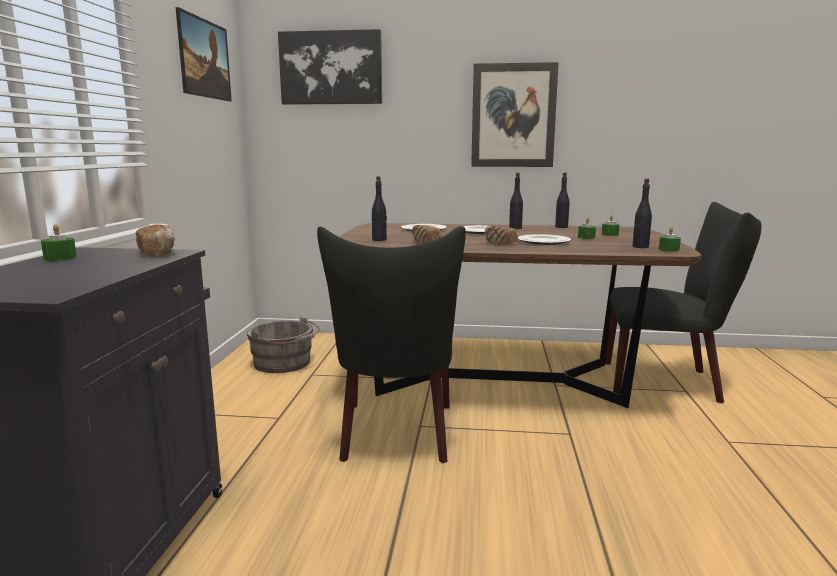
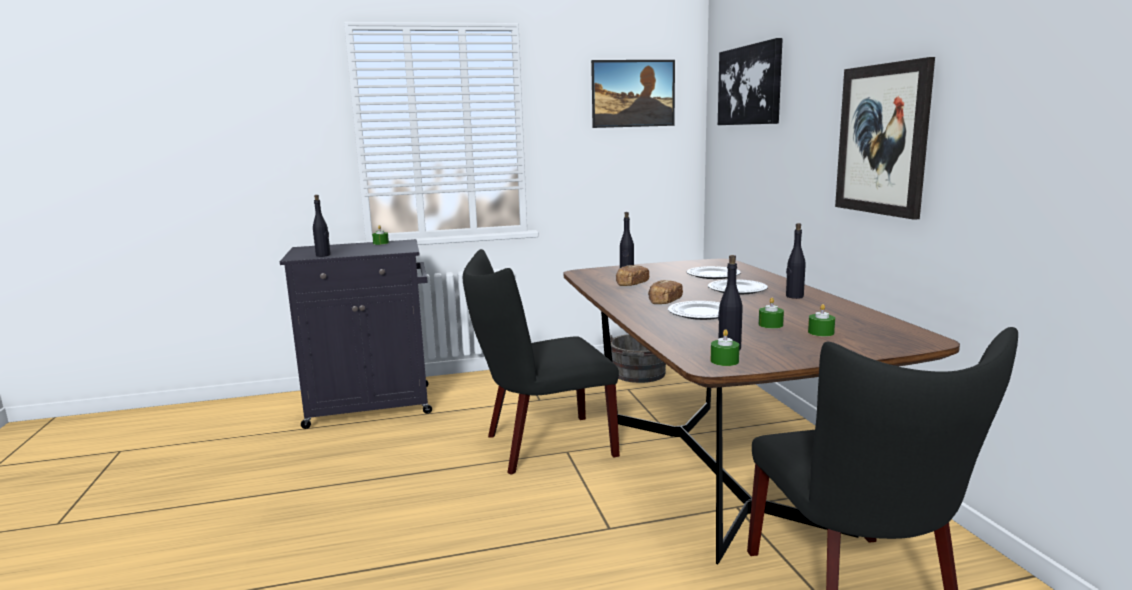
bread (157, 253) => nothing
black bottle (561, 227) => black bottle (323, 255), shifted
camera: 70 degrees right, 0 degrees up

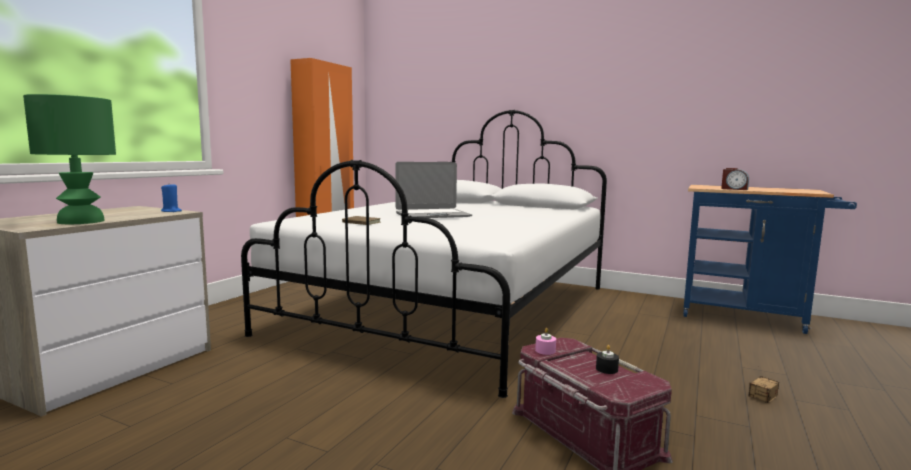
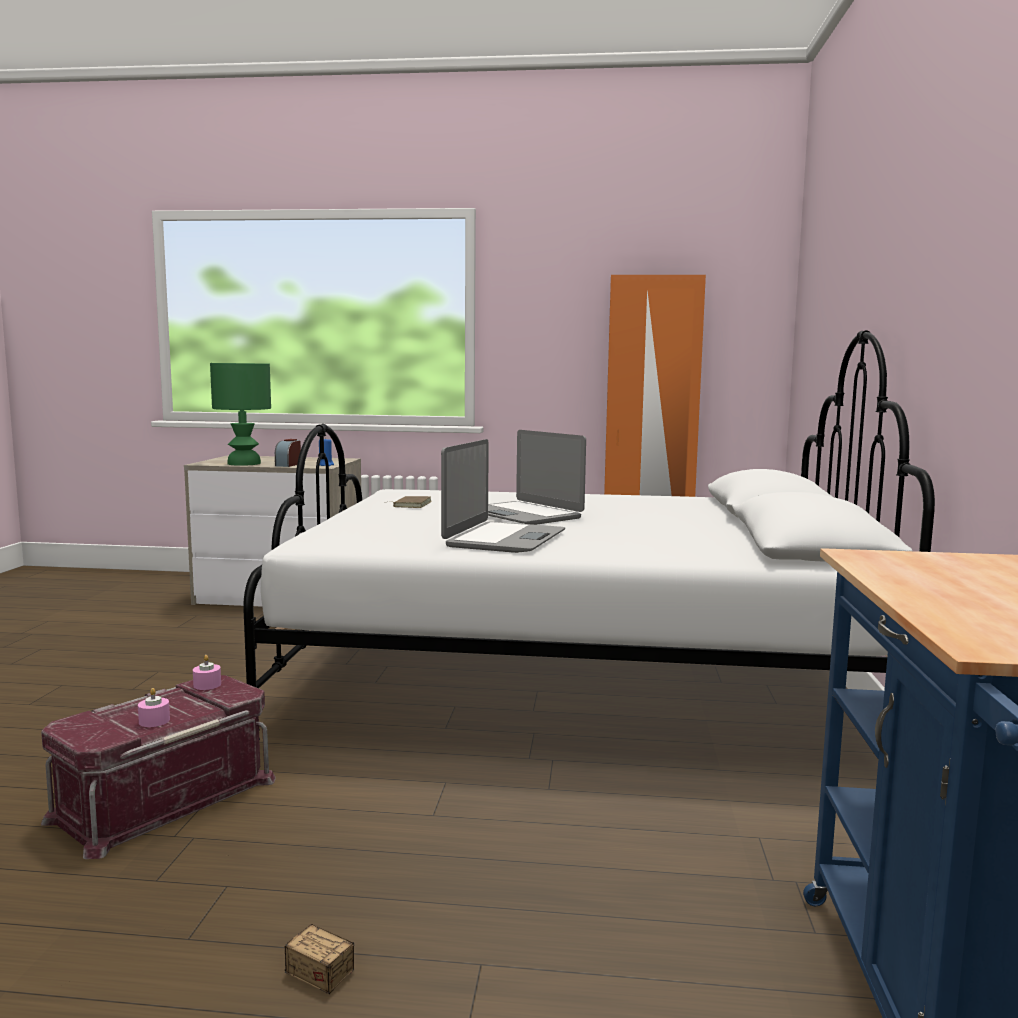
black candle (606, 369) => pink candle (154, 721)
alarm clock (734, 189) => alarm clock (288, 465), shifted
nothing => laptop (504, 539)
camera: 70 degrees right, 0 degrees up

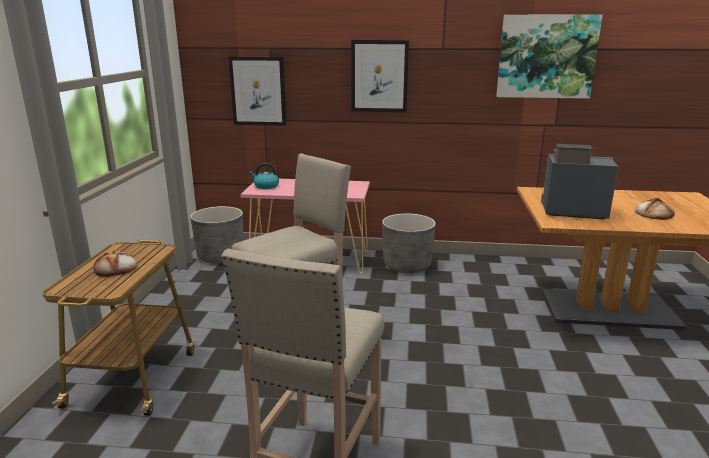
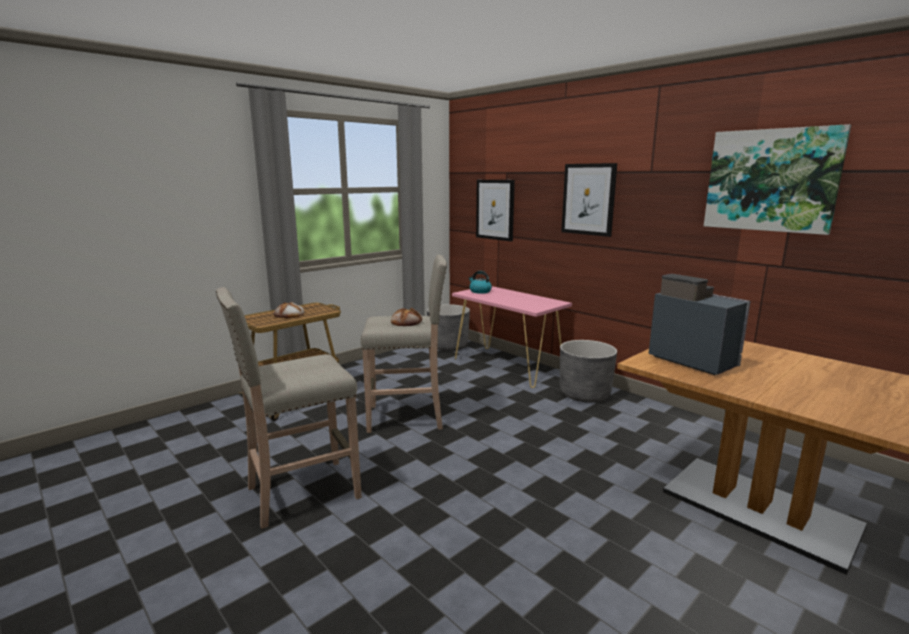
bread (653, 214) => bread (406, 321), shifted
camera: 40 degrees right, 5 degrees down

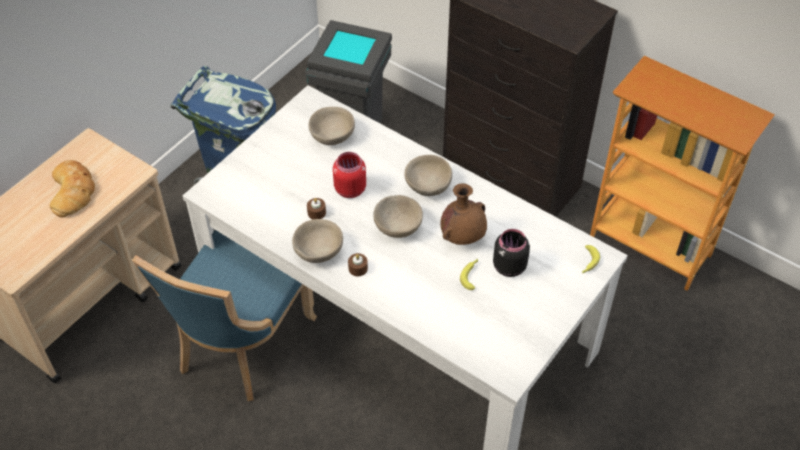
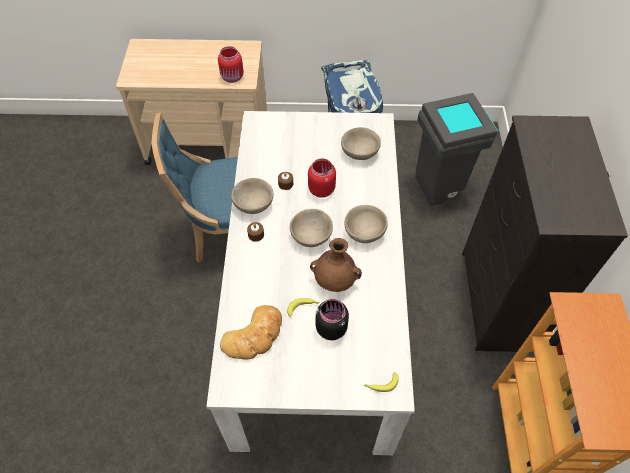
bread (73, 191) => bread (255, 336), shifted
nothing => red jar (233, 77)
camera: 55 degrees right, 5 degrees up

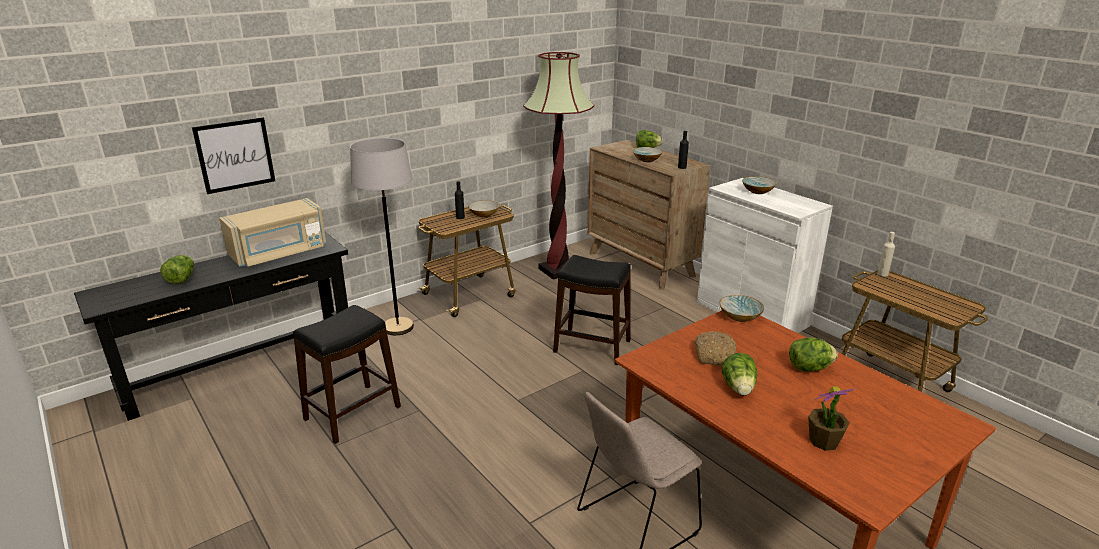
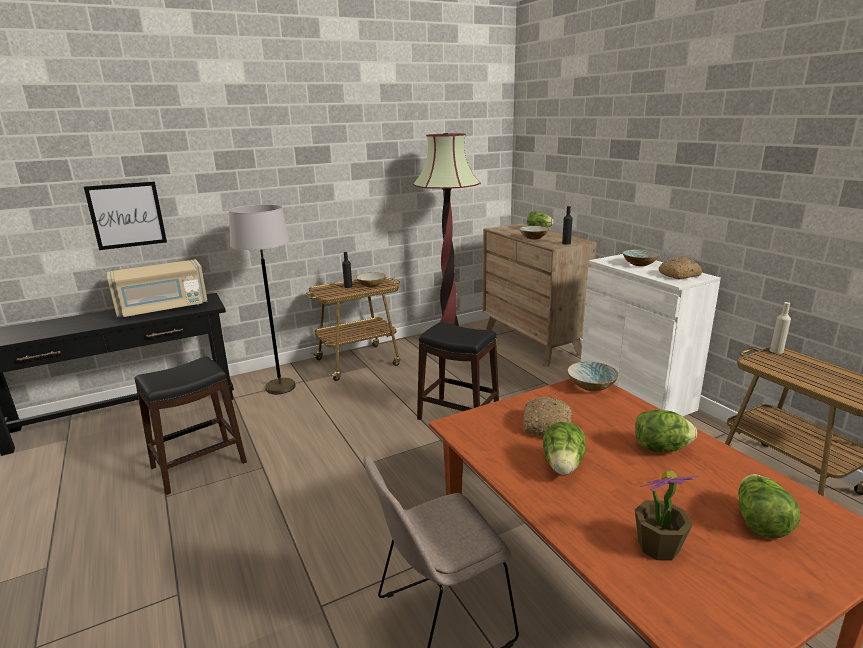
lettuce (182, 279) => lettuce (759, 522), shifted
nothing => bread (679, 275)
camera: 10 degrees right, 5 degrees down

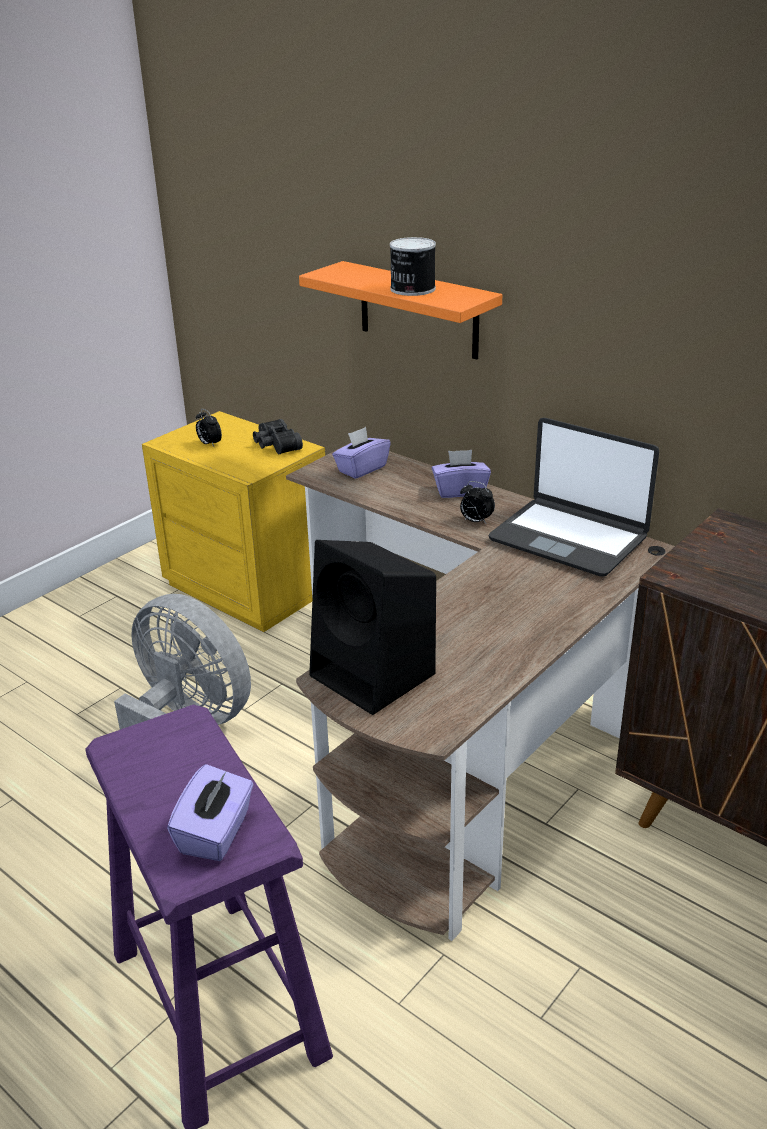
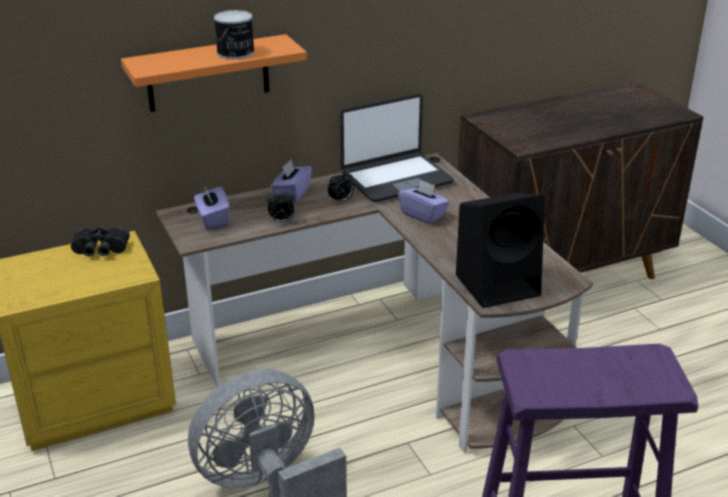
purple tissue box (216, 833) => purple tissue box (423, 215), shifted
alarm clock (209, 444) => alarm clock (282, 221), shifted
camera: 65 degrees left, 0 degrees up

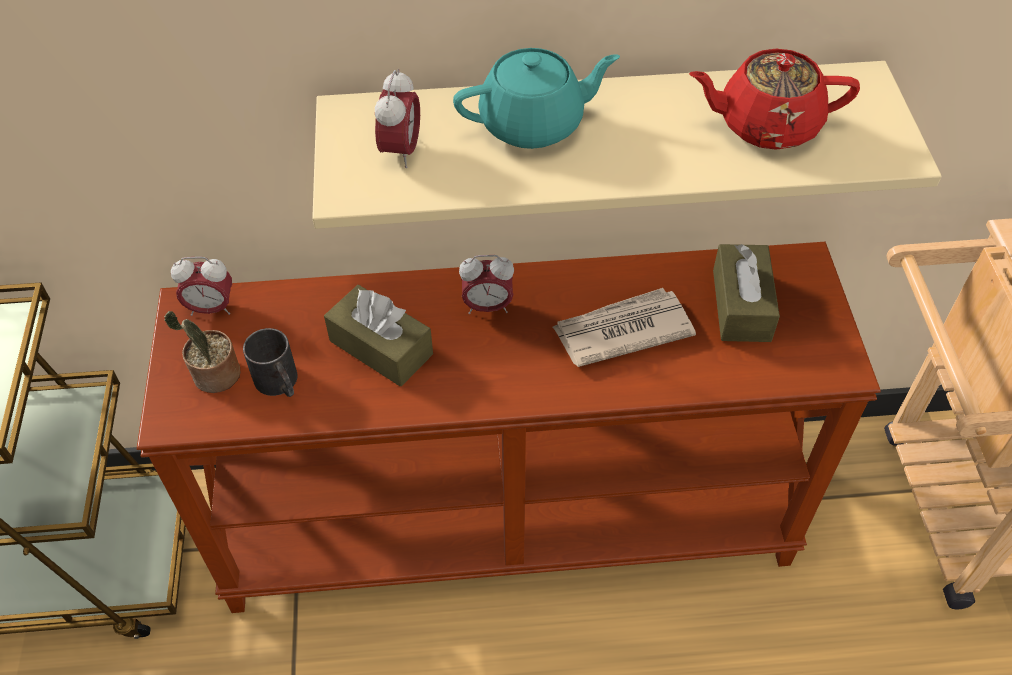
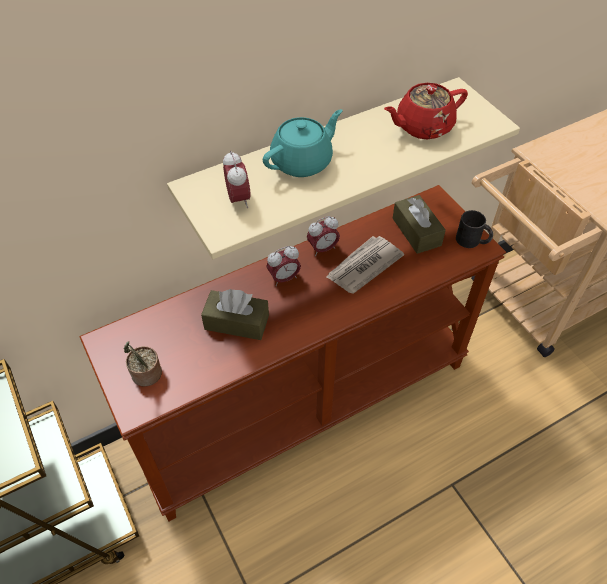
alarm clock (211, 308) => alarm clock (322, 249), shifted
black mug (280, 384) => black mug (472, 241), shifted
camera: 25 degrees left, 0 degrees up

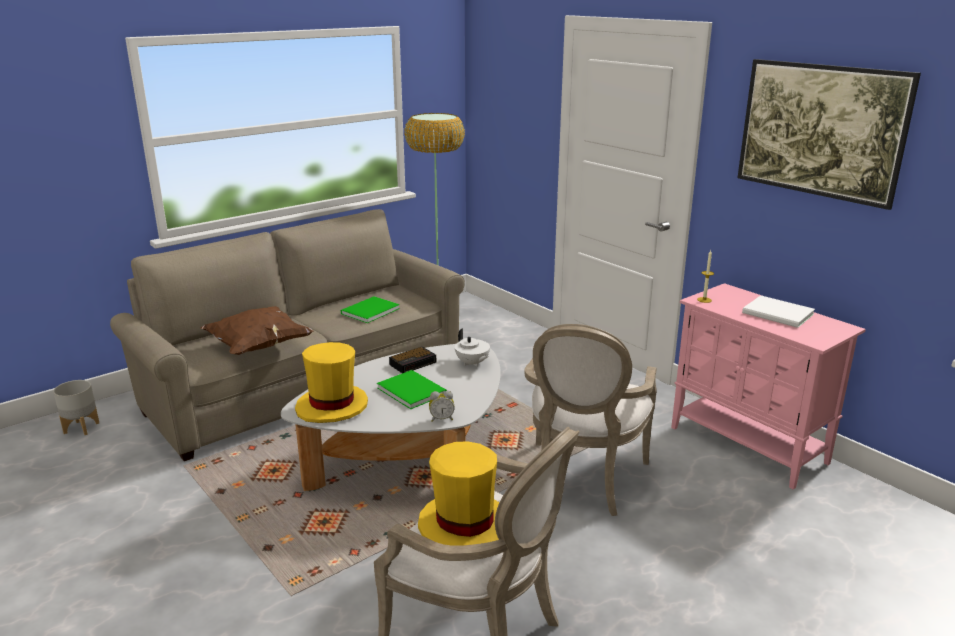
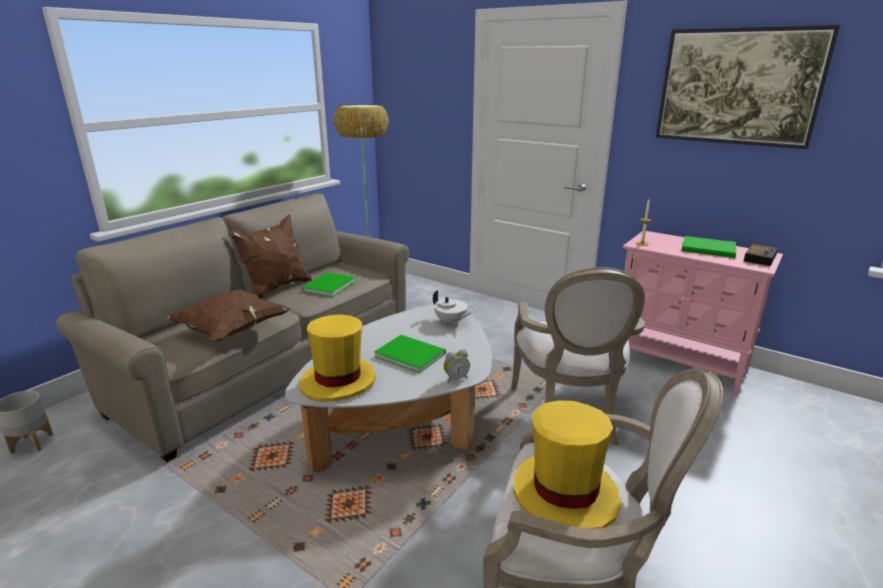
alarm clock (413, 363) => alarm clock (760, 258), shifted
white book (779, 314) => green book (710, 249)
nothing => brown pillow (276, 288)
camera: 15 degrees left, 0 degrees up

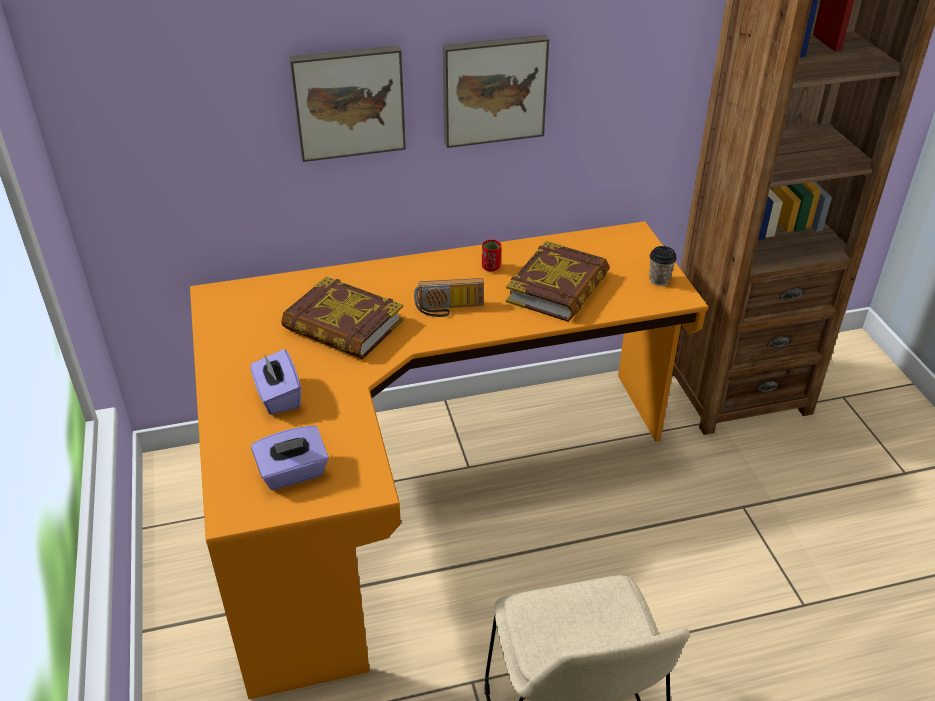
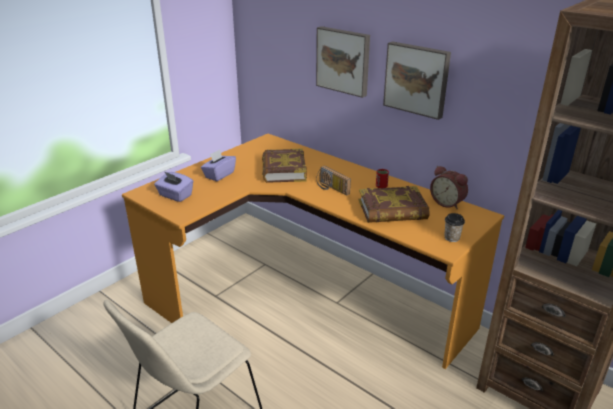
nothing => alarm clock (447, 203)
camera: 55 degrees right, 10 degrees down

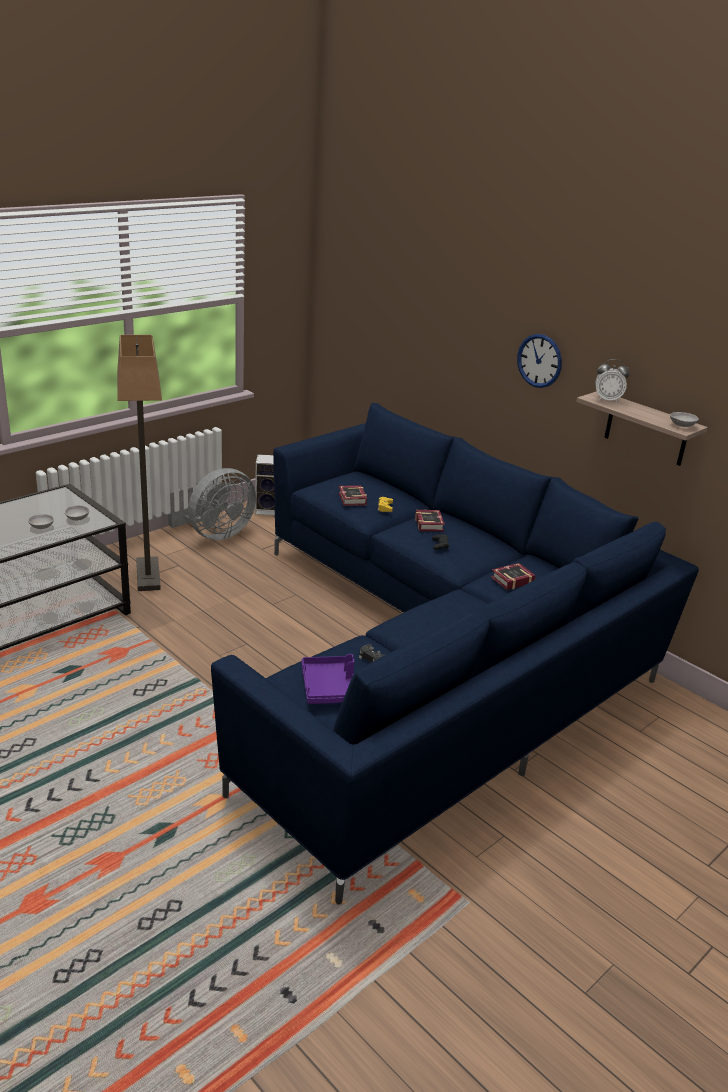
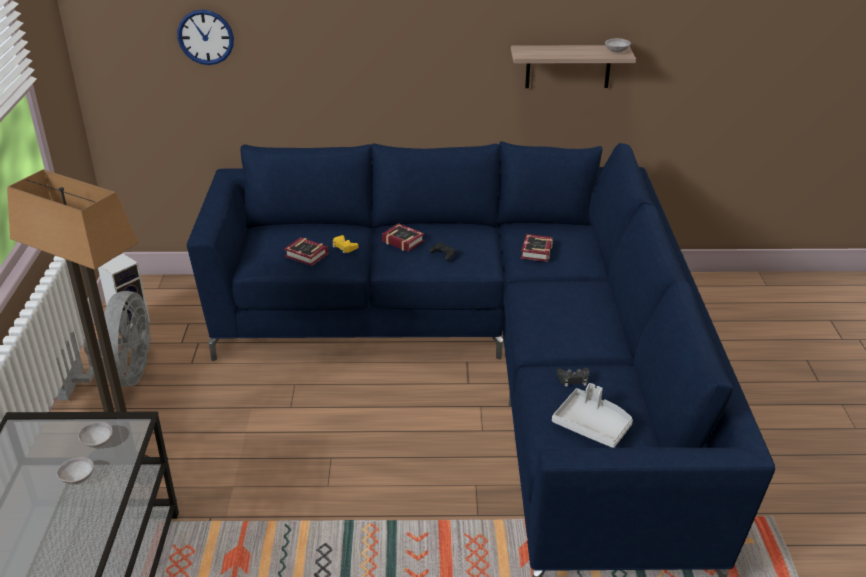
purple tray (328, 687) => grey tray (592, 425)
wall clock (539, 360) => wall clock (205, 37), shifted
alarm clock (607, 400) => nothing
camera: 45 degrees left, 5 degrees up

